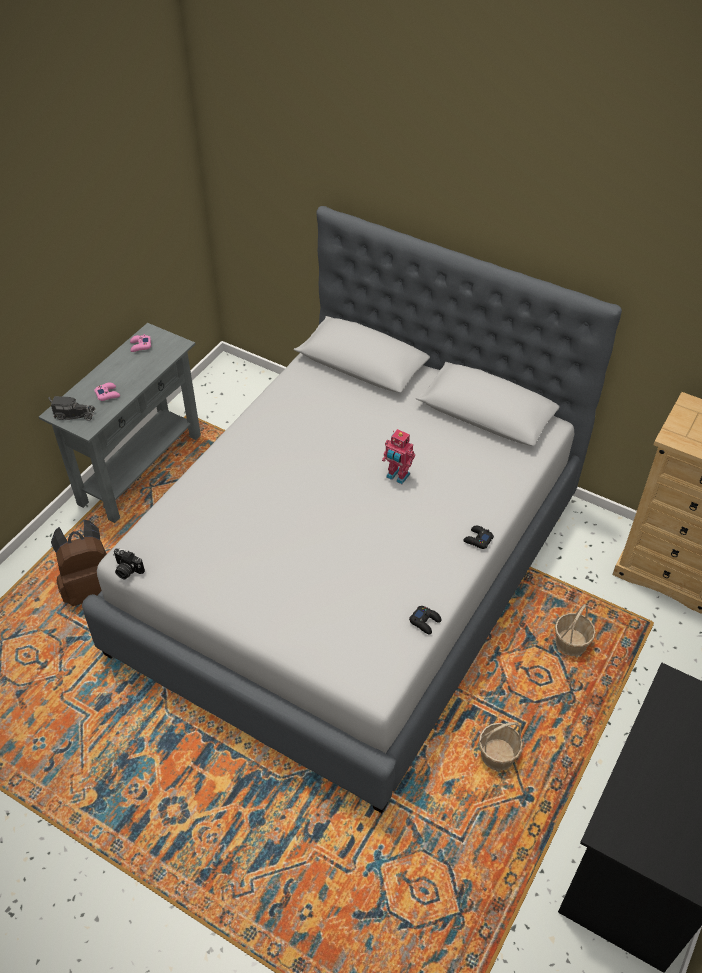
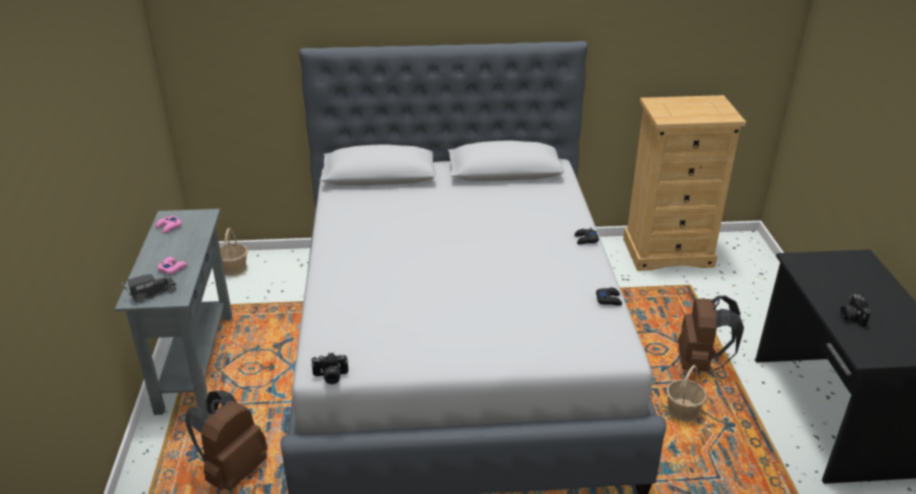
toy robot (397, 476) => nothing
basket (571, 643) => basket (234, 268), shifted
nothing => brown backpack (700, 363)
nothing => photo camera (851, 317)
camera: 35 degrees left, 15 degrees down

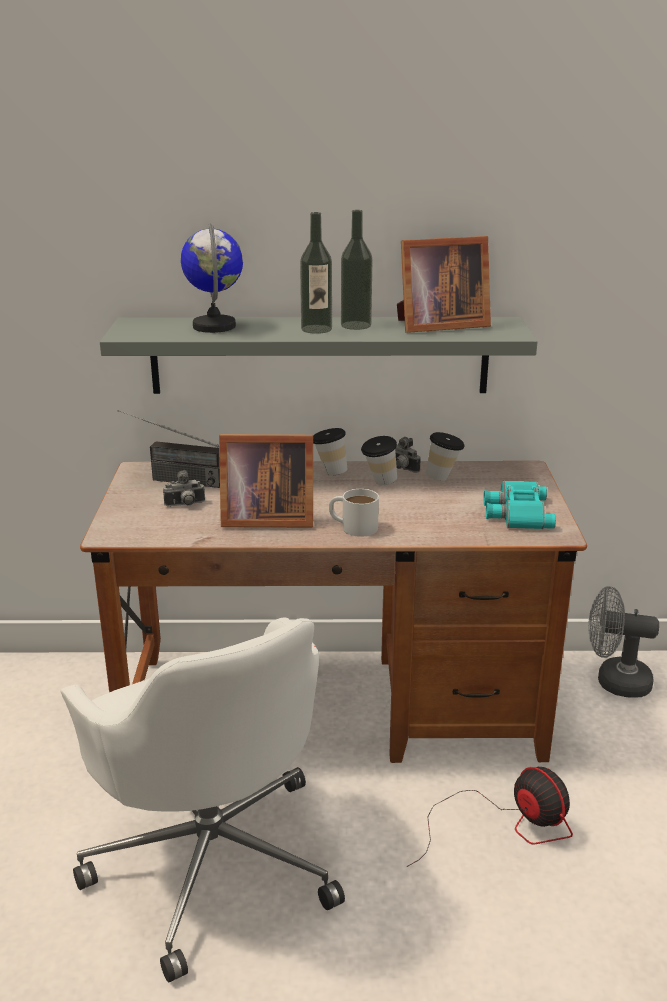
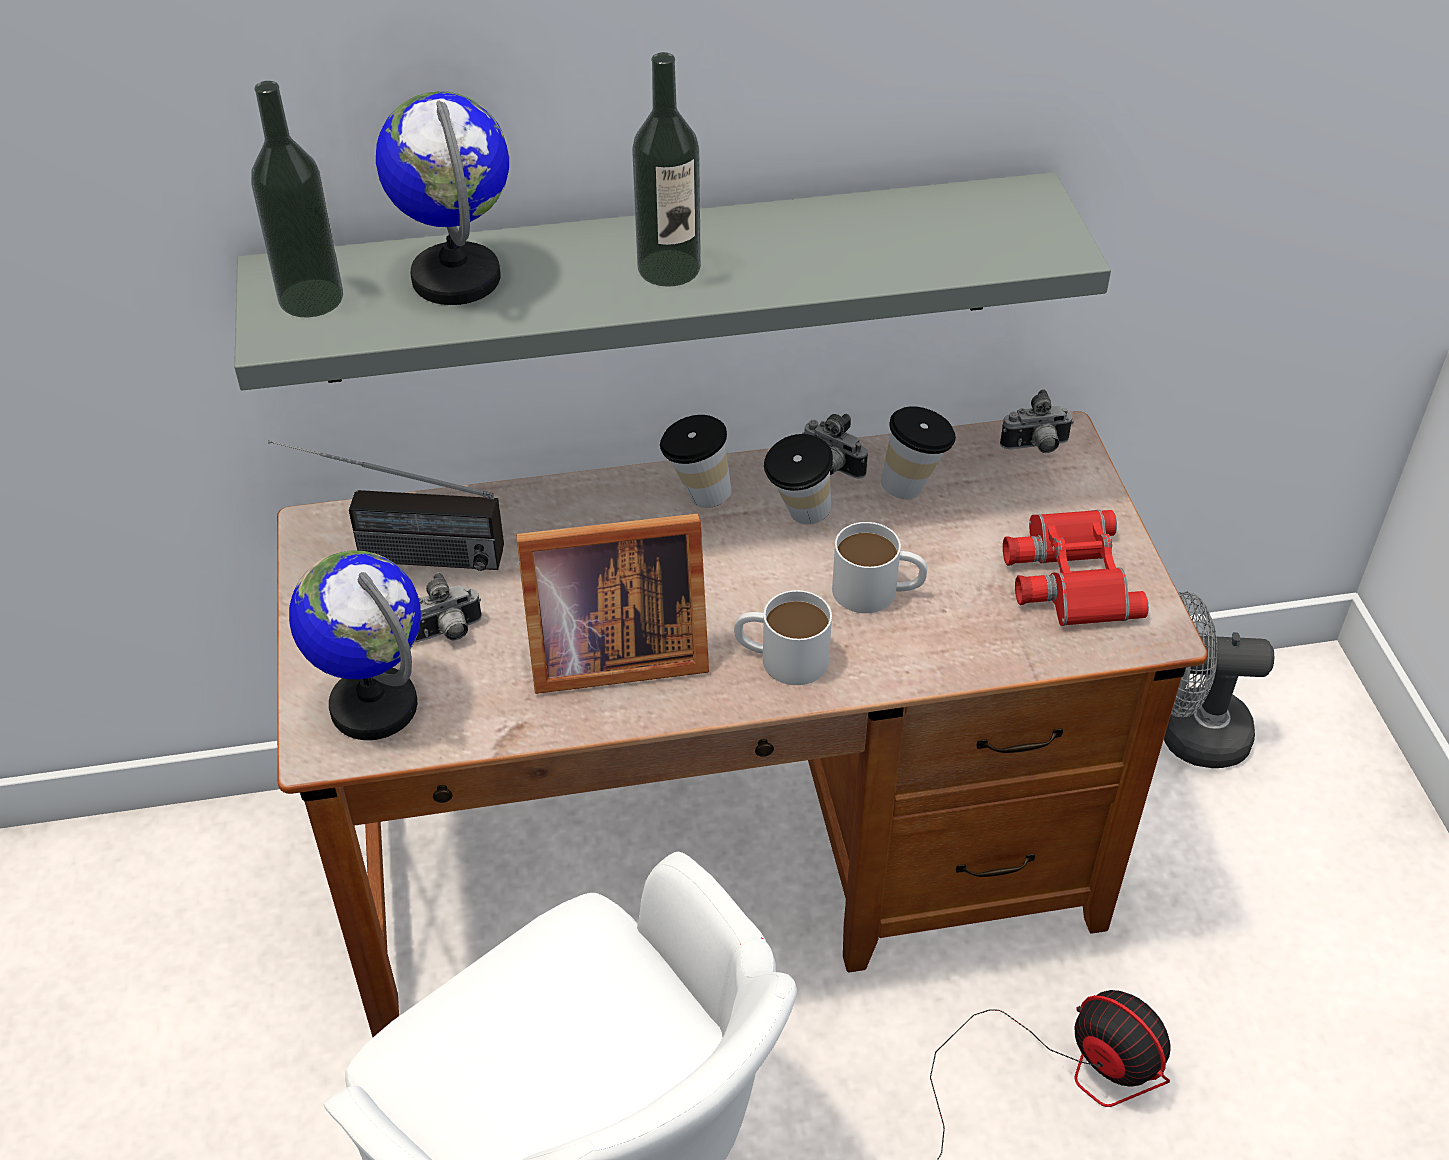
bottle (356, 325) => bottle (311, 298), shifted
picture frame (437, 325) => nothing
turquoise binoculars (516, 512) => red binoculars (1067, 576)
nothing => globe (374, 705)
nothing => white mug (878, 591)
nothing => photo camera (1036, 447)
camera: 10 degrees left, 20 degrees up

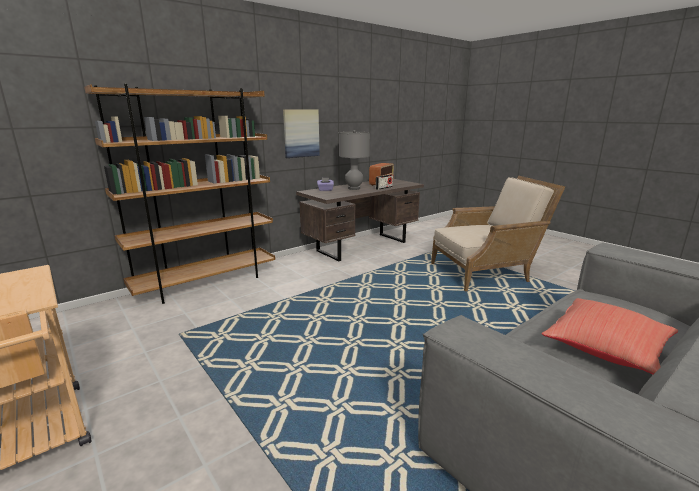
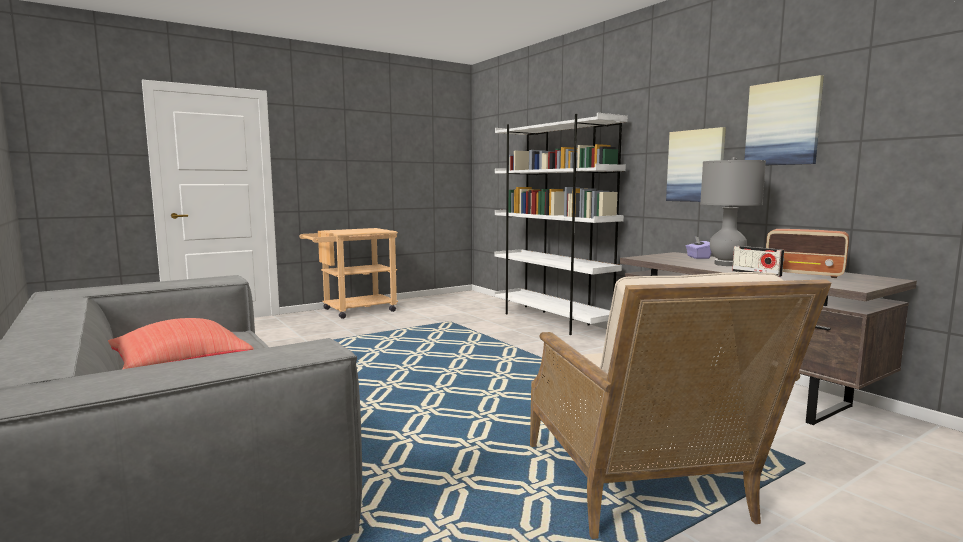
brown bookcase (207, 283) => white bookcase (551, 321)
nothing => picture (783, 123)
camera: 95 degrees right, 10 degrees down

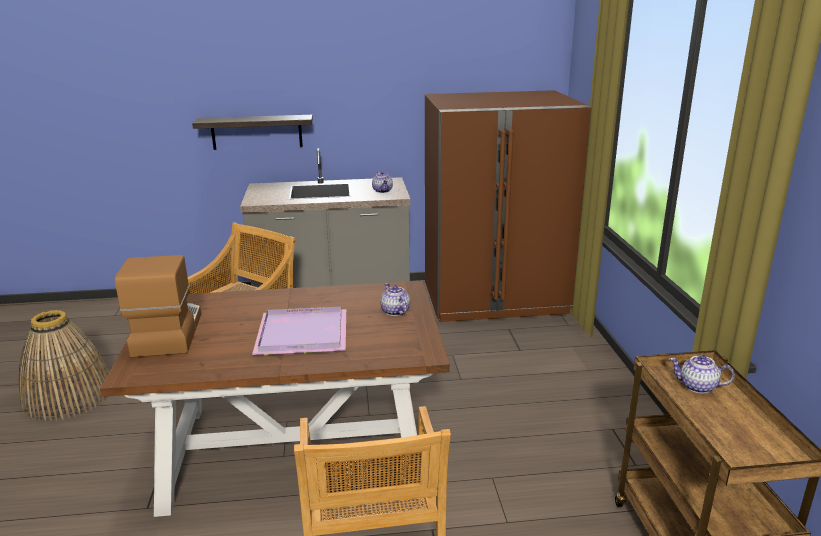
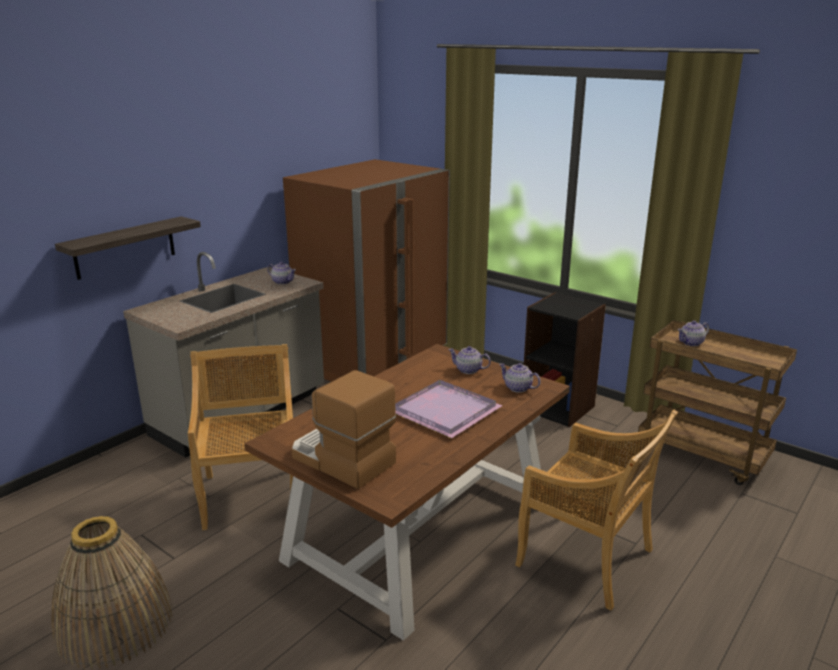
nothing => teapot (518, 388)
nothing => black bookcase (558, 407)
camera: 45 degrees left, 0 degrees up

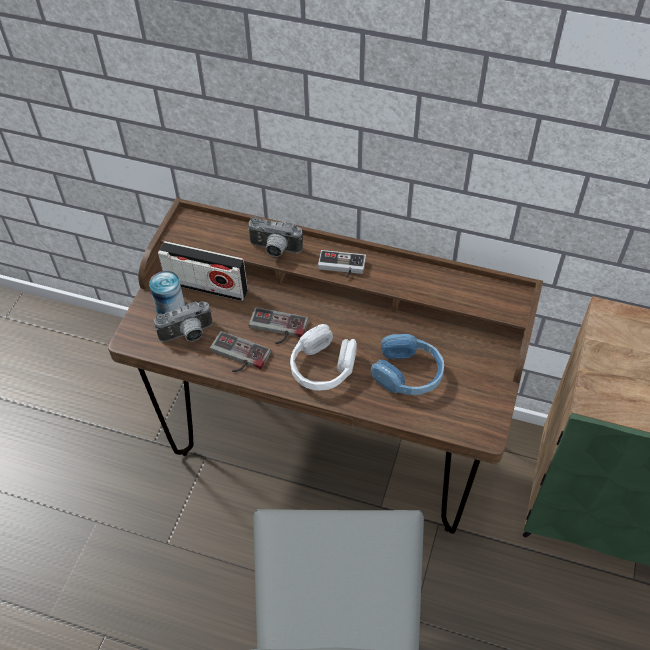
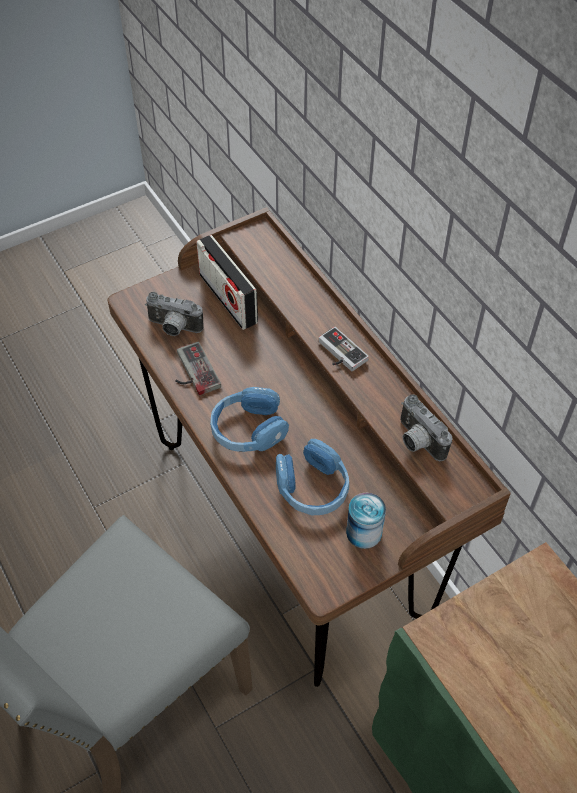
can (170, 307) => can (364, 532), shifted
photo camera (274, 250) => photo camera (417, 441), shifted
game controller (277, 329) => nothing
white headphones (323, 367) => blue headphones (248, 429)
camera: 40 degrees right, 0 degrees up

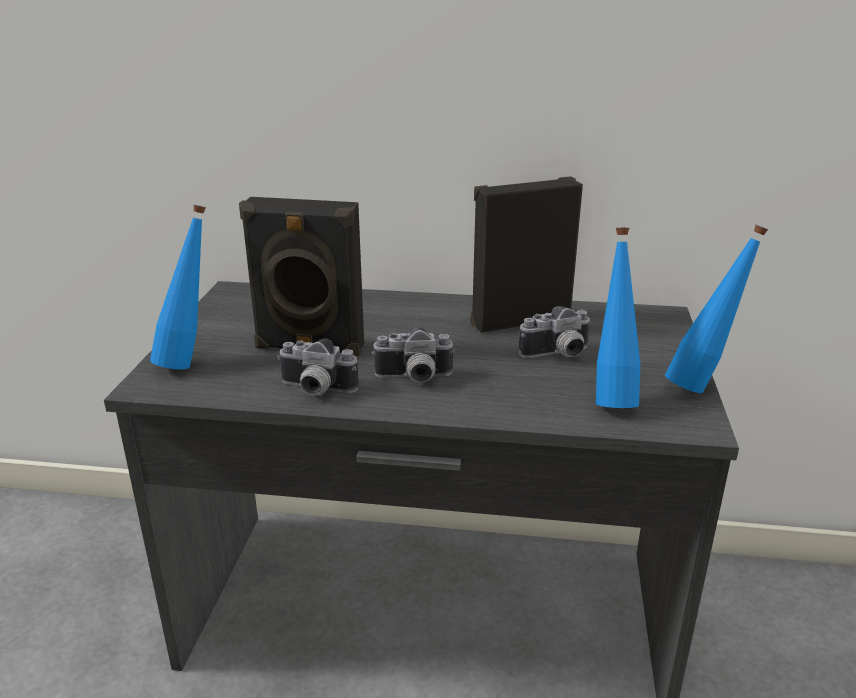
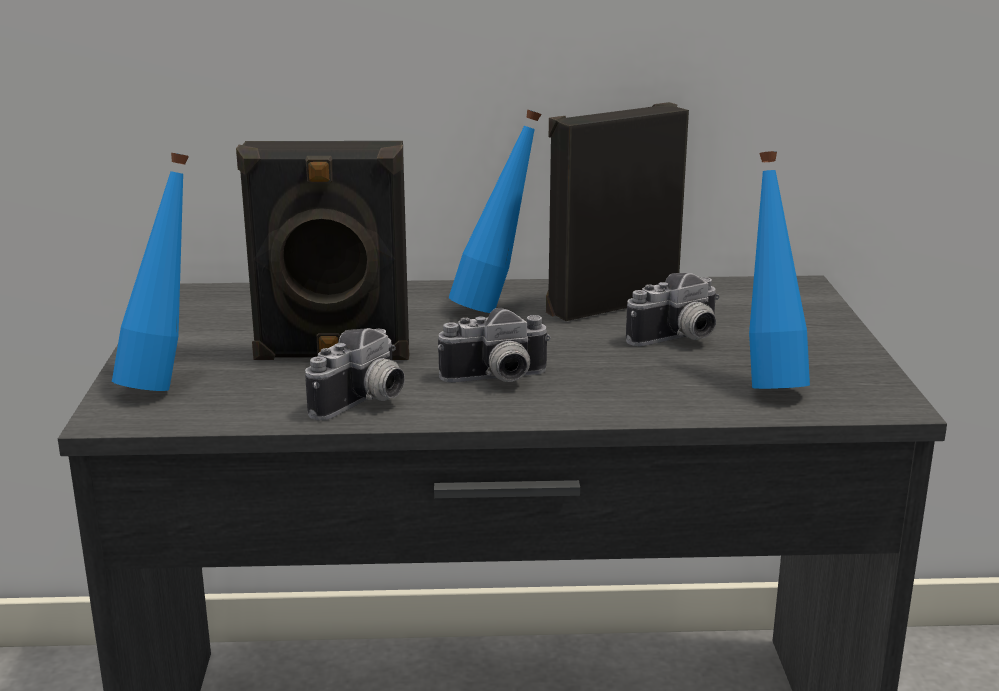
photo camera (315, 390) => photo camera (365, 403), 60 degrees counterclockwise
blue bottle (702, 384) => blue bottle (496, 307), shifted
camera: 10 degrees left, 5 degrees down

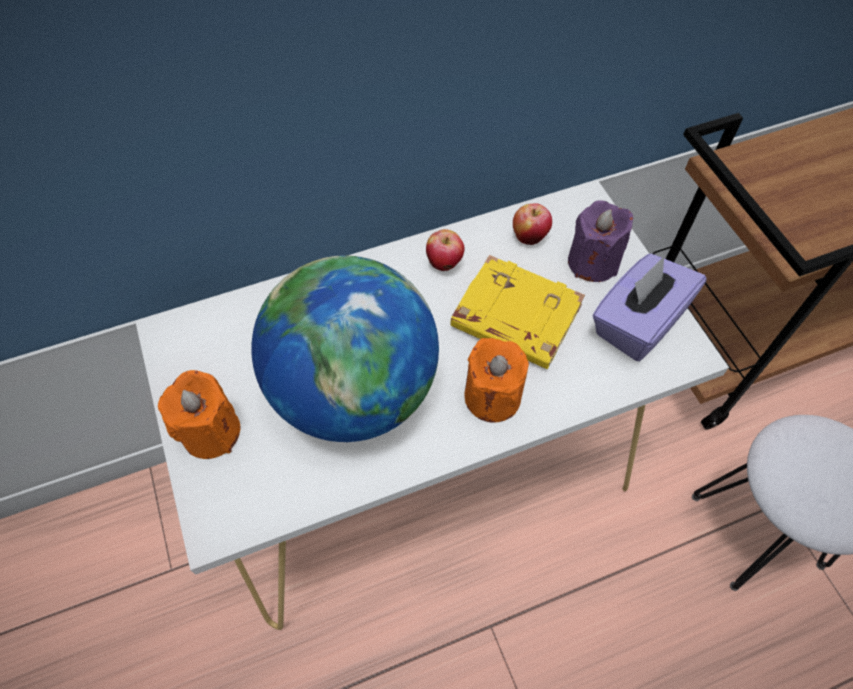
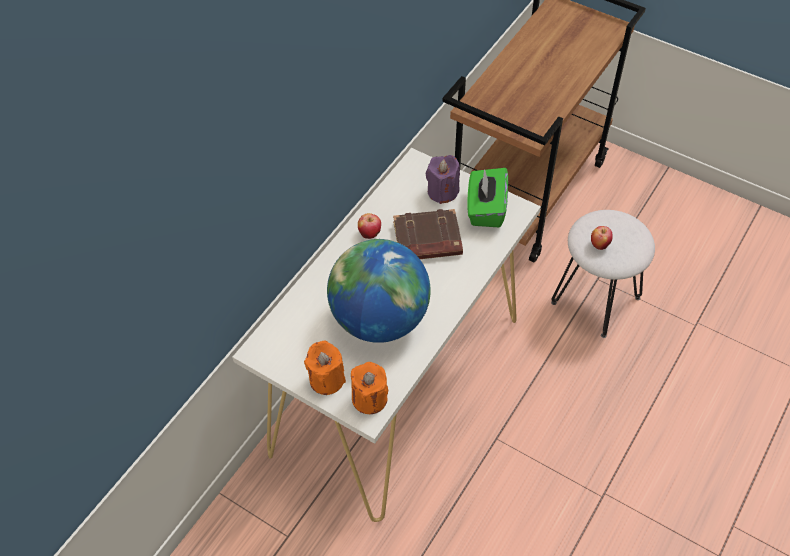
yellow book (514, 318) => brown book (427, 240)
orange candle (492, 397) => orange candle (369, 399), shifted
apple (529, 236) => apple (599, 244), shifted
purple tissue box (637, 323) => green tissue box (486, 209)
camera: 35 degrees left, 5 degrees down

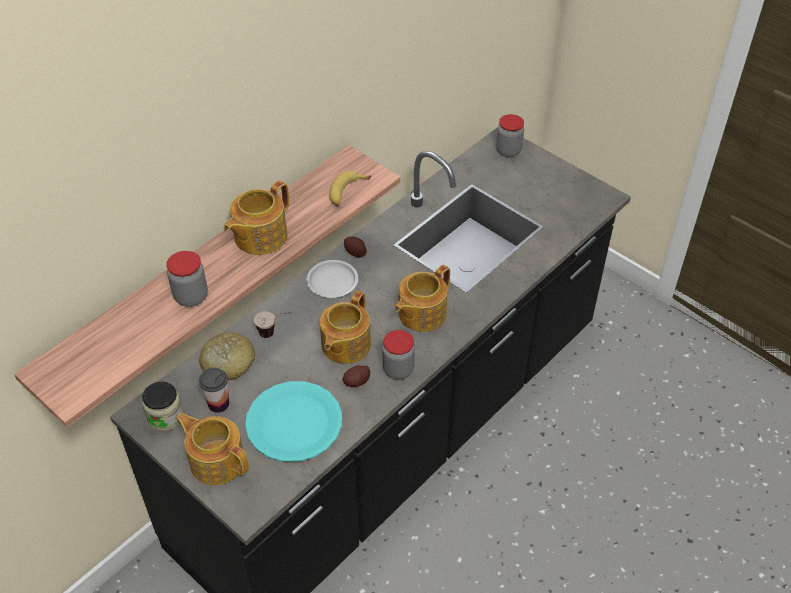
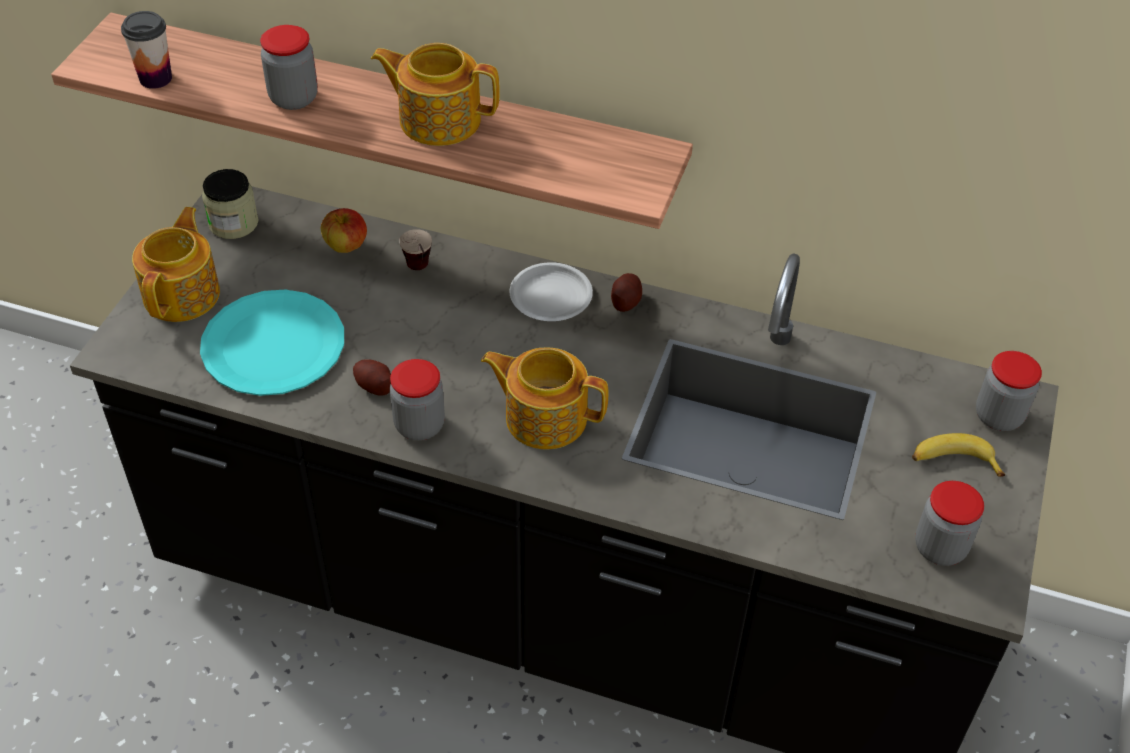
bread (228, 363) => apple (346, 246)
cup (218, 404) => cup (155, 78), shifted
teapot (345, 345) => nothing
banana (347, 193) => banana (953, 462), shifted
nothing => jar (940, 548)
camera: 65 degrees right, 0 degrees up

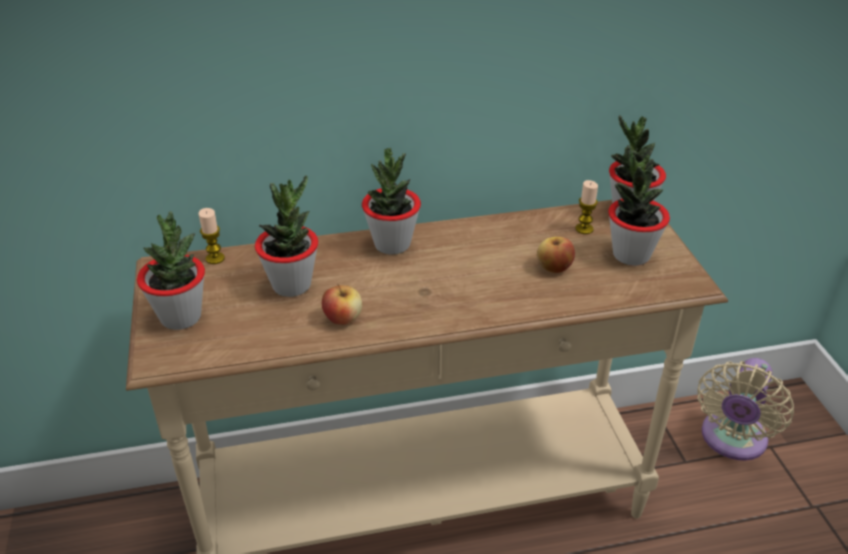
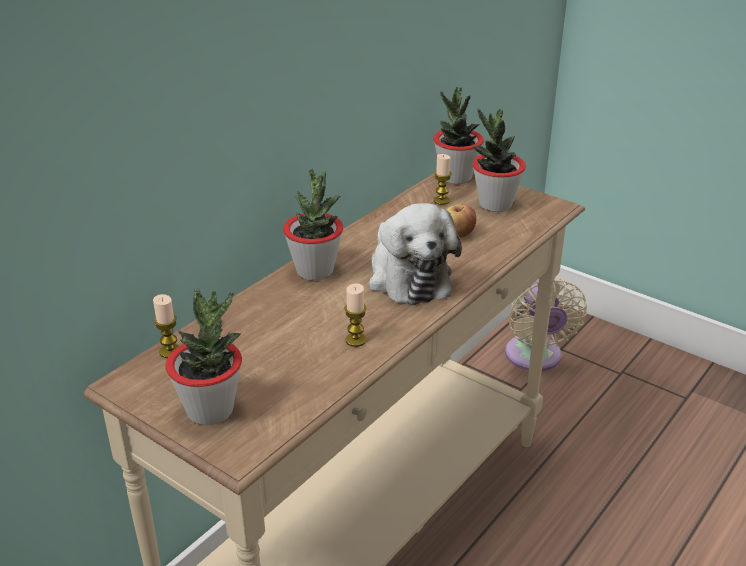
potted plant (292, 285) => nothing
apple (343, 318) => candle (355, 340)
nothing => plush toy (408, 276)
camera: 40 degrees left, 5 degrees down

